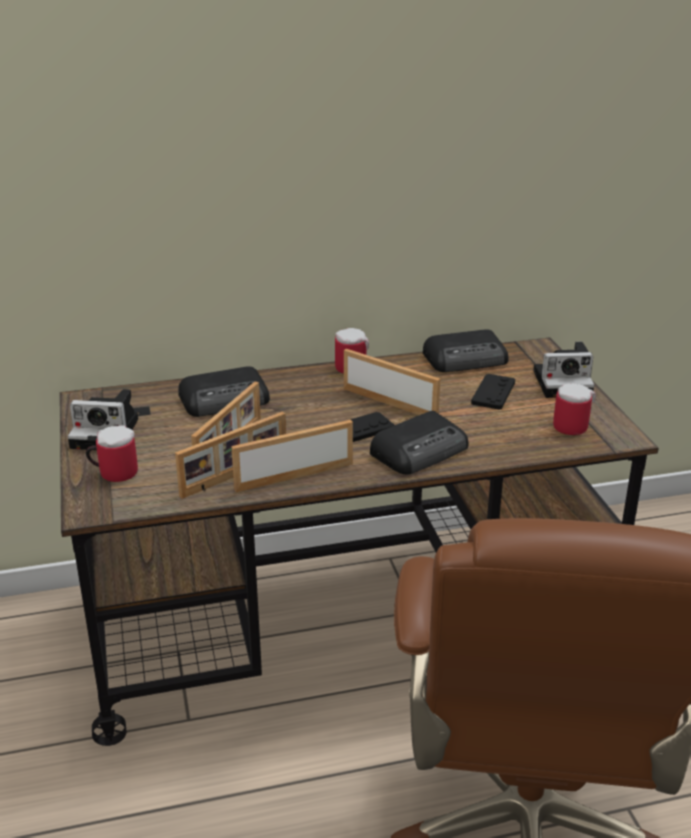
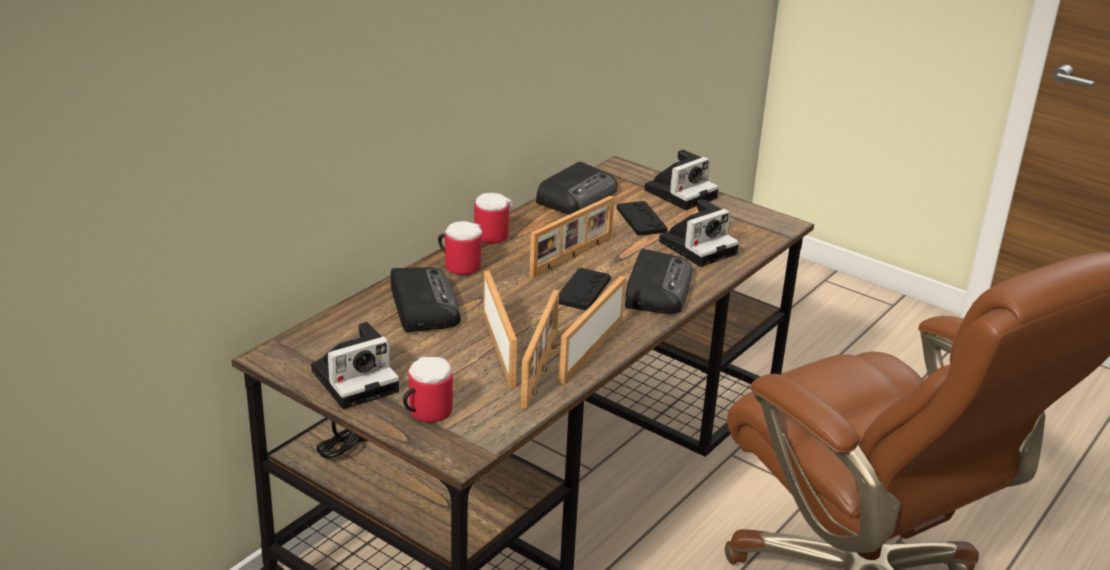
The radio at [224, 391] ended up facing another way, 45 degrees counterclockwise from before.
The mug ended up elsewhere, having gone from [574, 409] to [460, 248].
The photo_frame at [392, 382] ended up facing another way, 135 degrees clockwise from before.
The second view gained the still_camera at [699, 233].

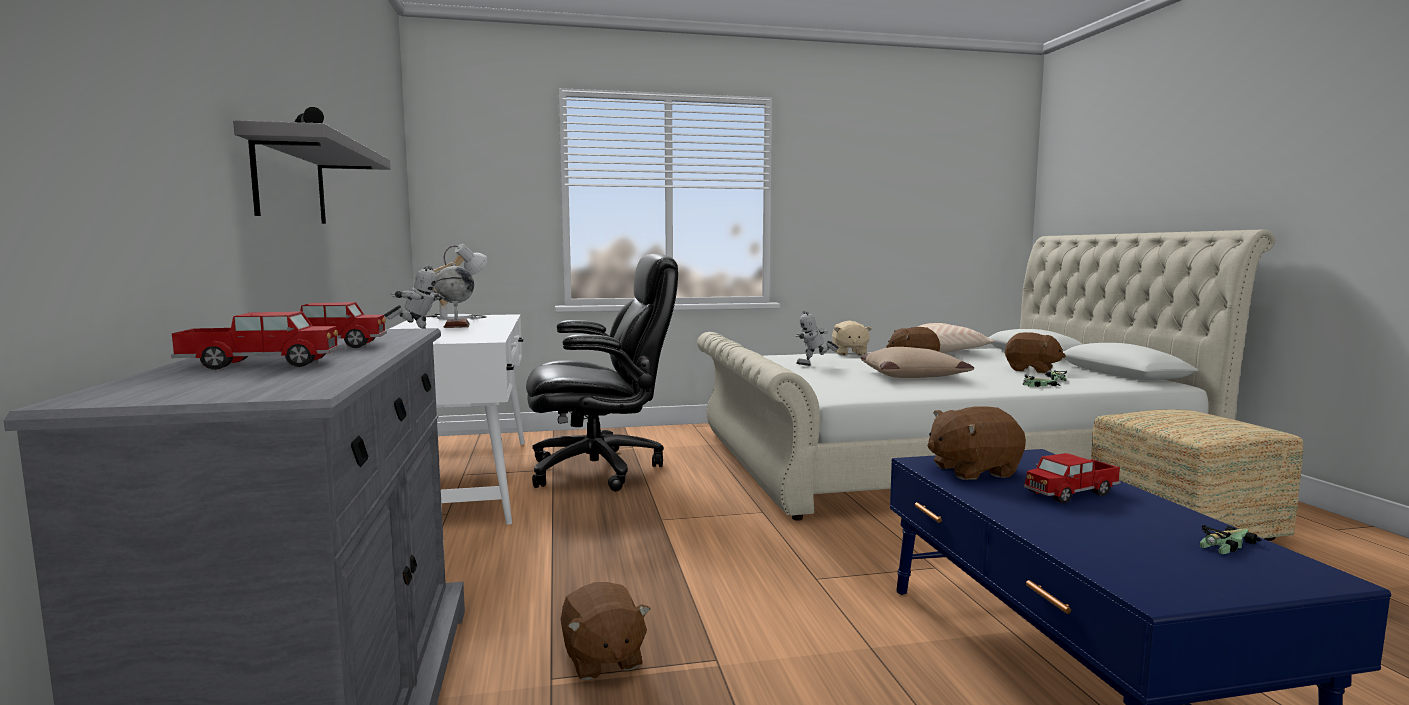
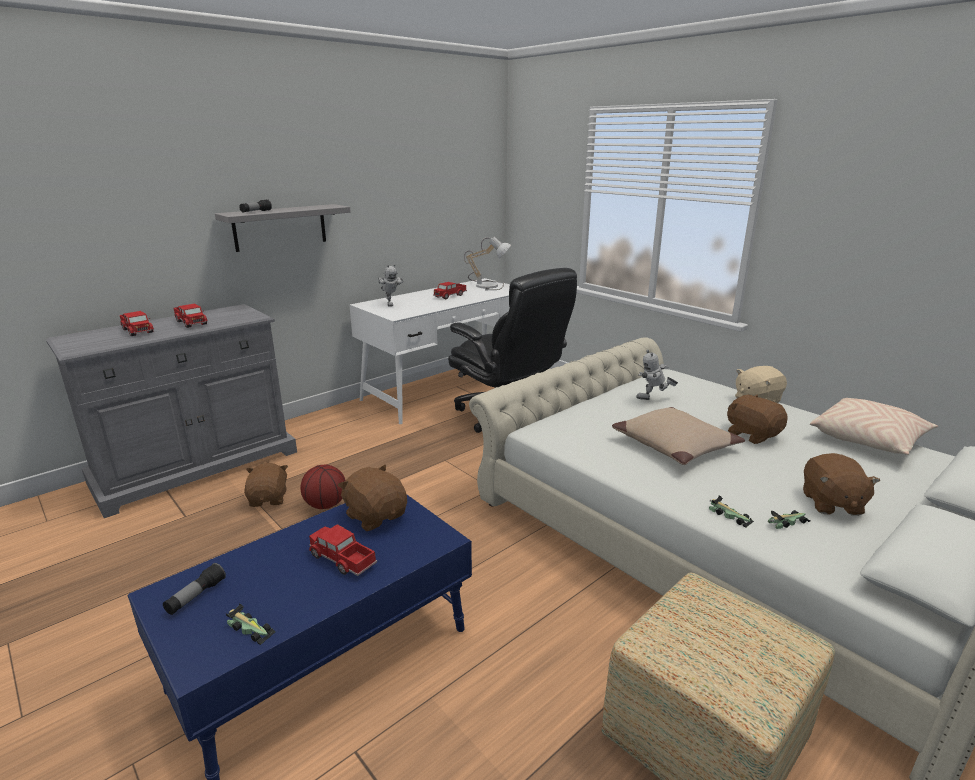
The second view gained the hand_torch at [194, 589].
The brown-coloured_cuddly_toy at [605, 631] ended up facing another way, 135 degrees clockwise from before.
The second view gained the basketball_ball at [323, 487].
Where the globe stood at [454, 295], the toy_truck came to stand at [450, 290].
The toy_robot at [817, 338] ended up facing another way, 60 degrees counterclockwise from before.

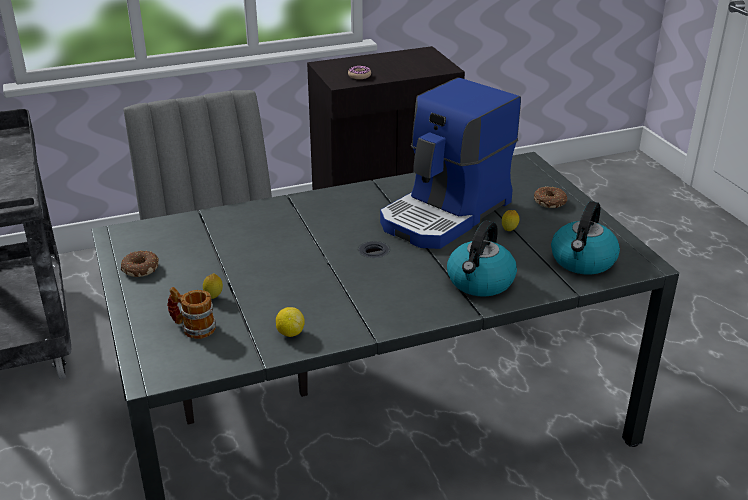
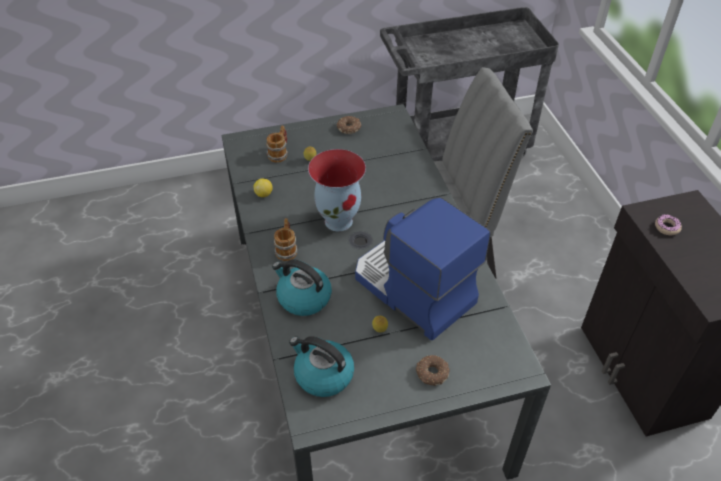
The second view gained the mug at [286, 239].
The second view gained the flower_vase at [337, 190].

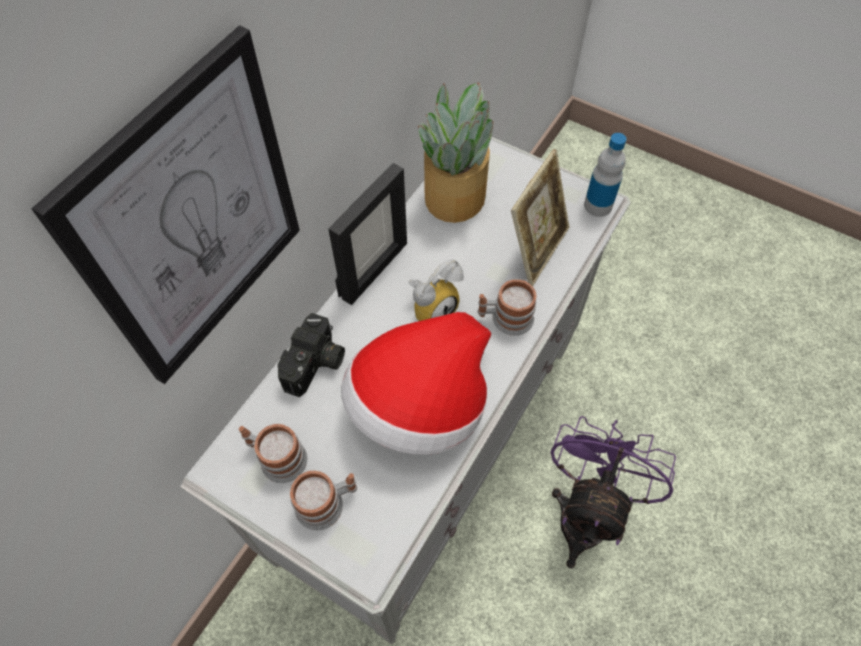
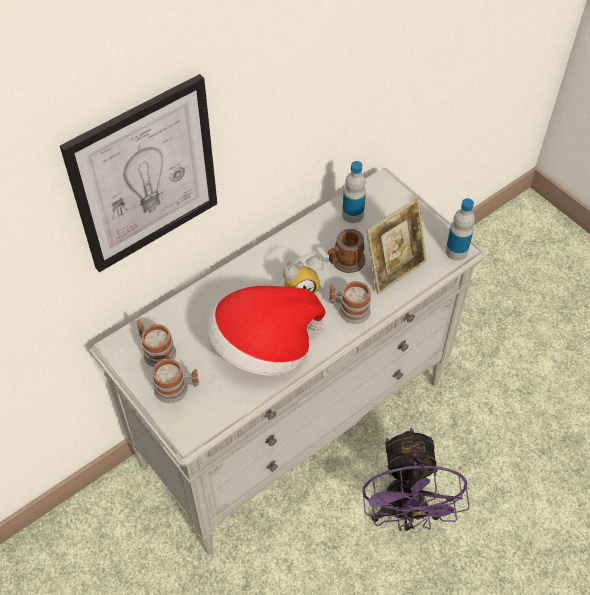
The second view gained the mug at [346, 251].
Where the plant_in_a_pot stood at [455, 152], the bottle came to stand at [354, 192].
The purple-coloured_electric_fan at [613, 492] ended up facing another way, 135 degrees clockwise from before.
The second view lost the still_camera at [311, 355].
The second view lost the photo_frame at [367, 234].

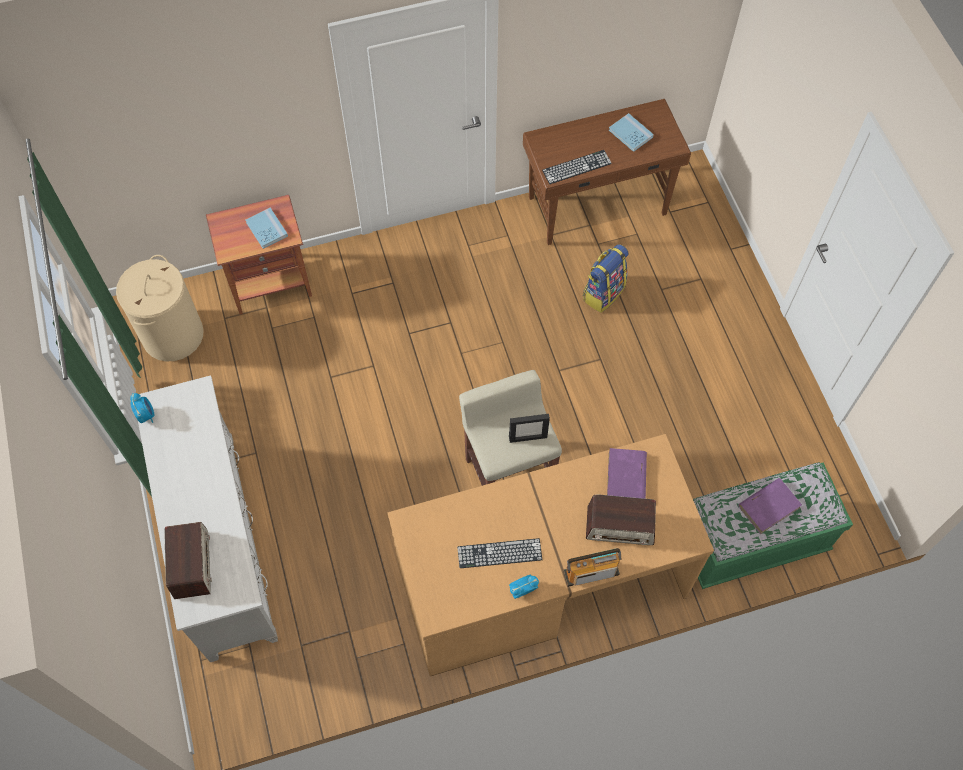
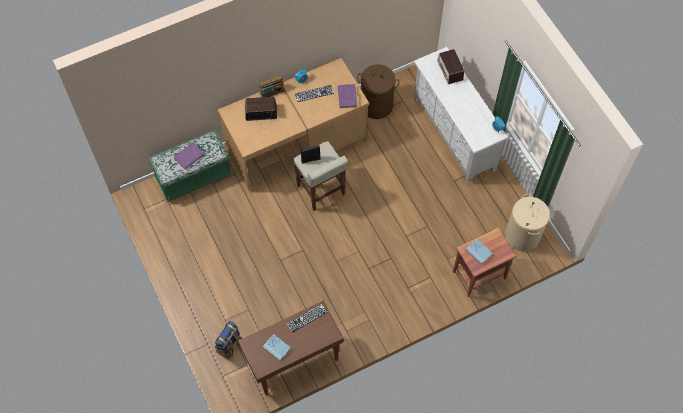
The backpack ended up elsewhere, having gone from [605, 278] to [228, 340].
The purple-coloured_bound_book ended up elsewhere, having gone from [627, 473] to [347, 96].
The second view gained the brown-coloured_laundry_basket at [378, 91].

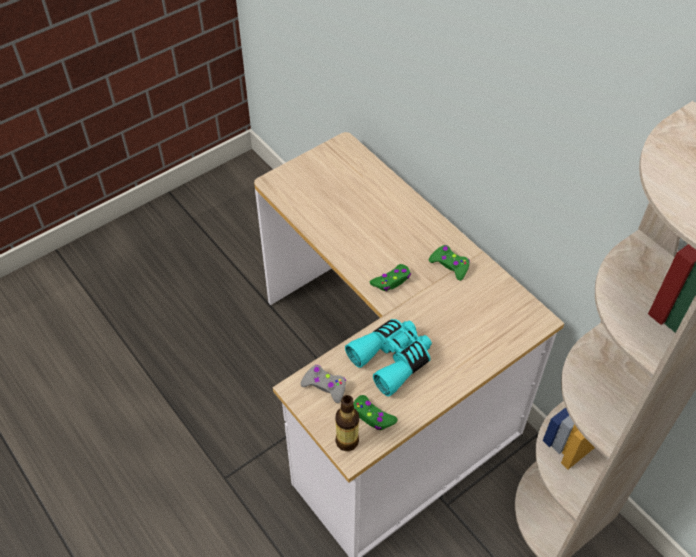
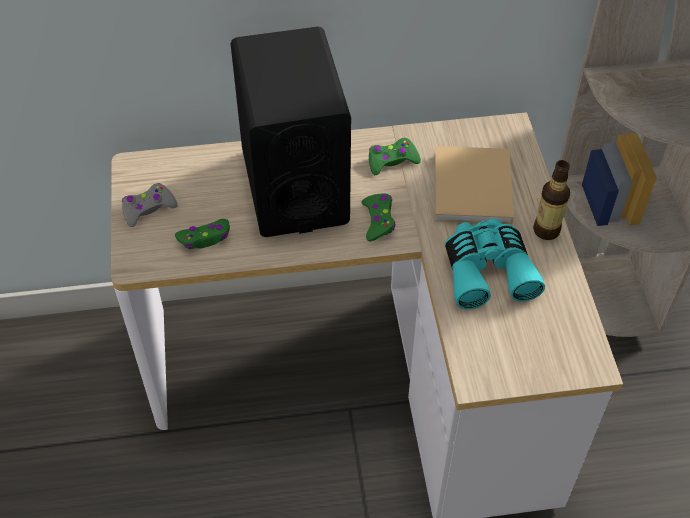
The gray_joypad ended up elsewhere, having gone from [323, 384] to [150, 205].
The greenish_joypad ended up elsewhere, having gone from [375, 412] to [202, 234].
The second view gained the black-coloured_audio_speaker at [290, 132].
The second view gained the beige_bound_book at [474, 185].
The bottle ended up elsewhere, having gone from [347, 423] to [551, 200].

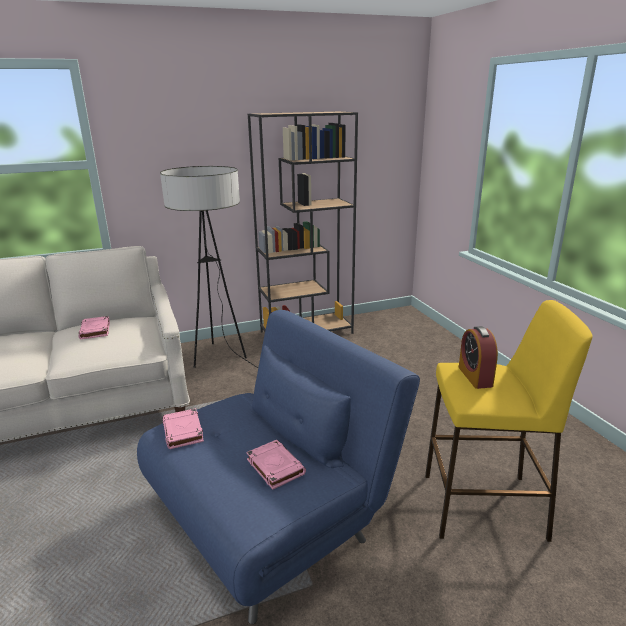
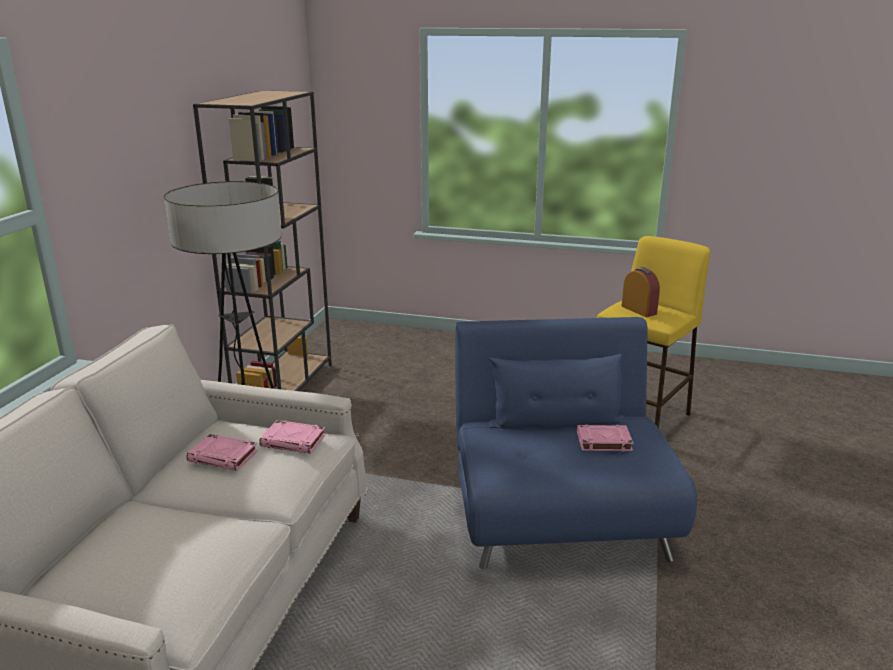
The pink_bound_book ended up elsewhere, having gone from [183, 428] to [292, 437].
The alarm_clock at [478, 357] ended up facing another way, 150 degrees counterclockwise from before.

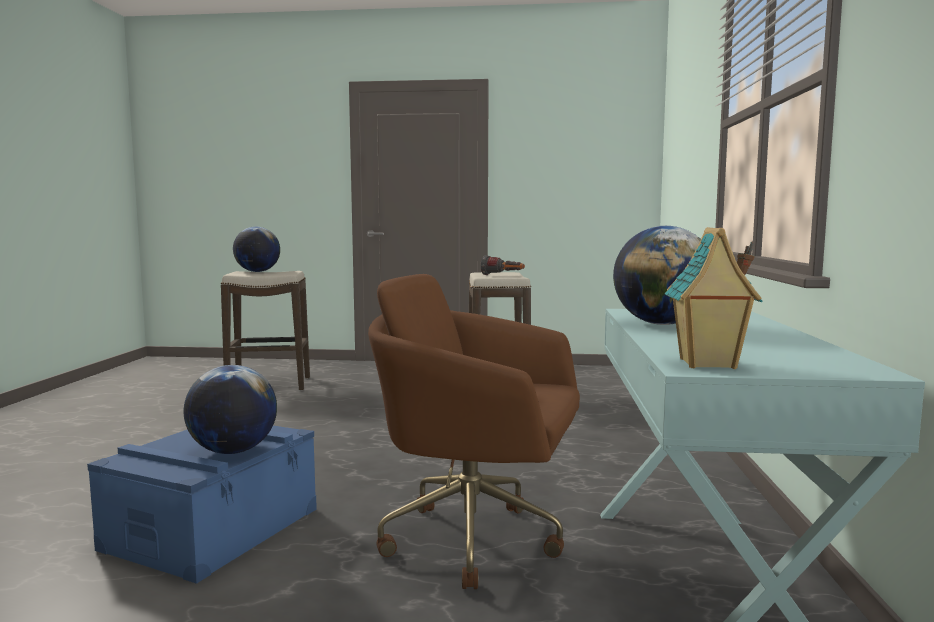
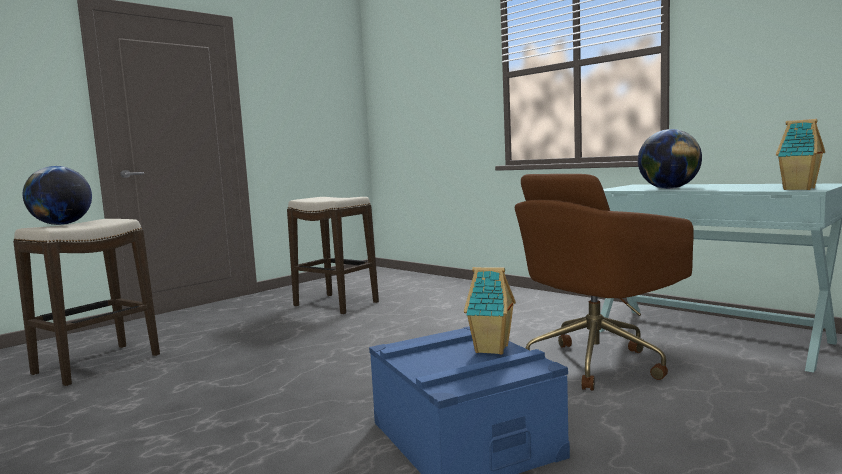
Where the globe stood at [230, 409], the miniature_house came to stand at [490, 311].
The second view lost the hand_torch at [503, 265].

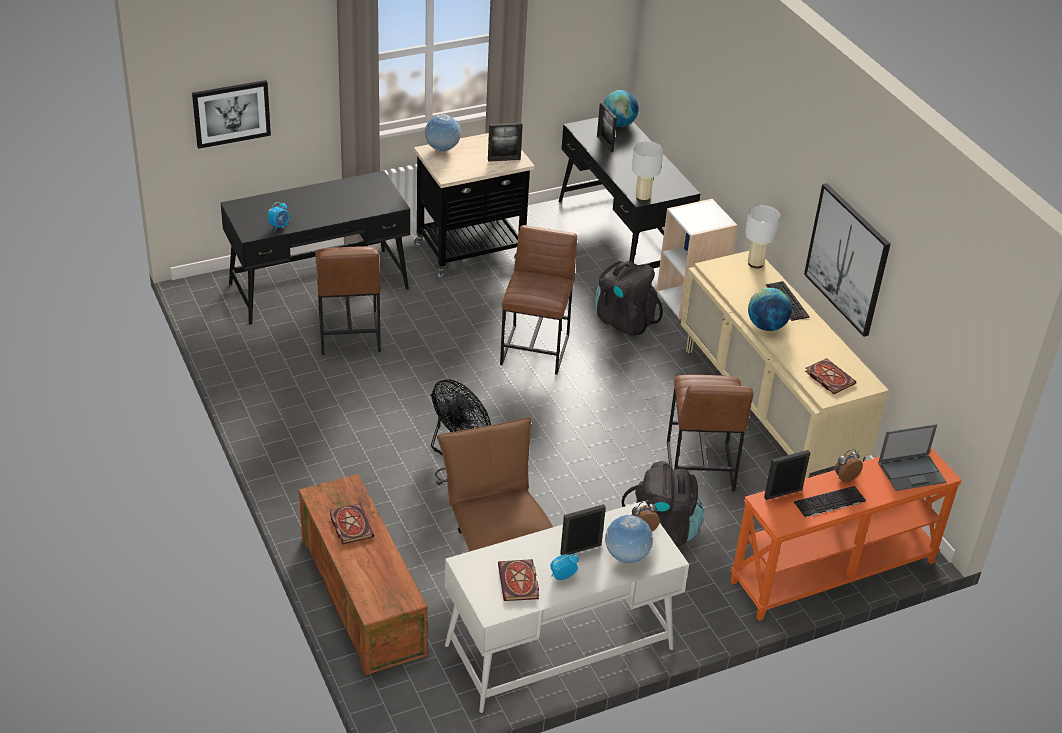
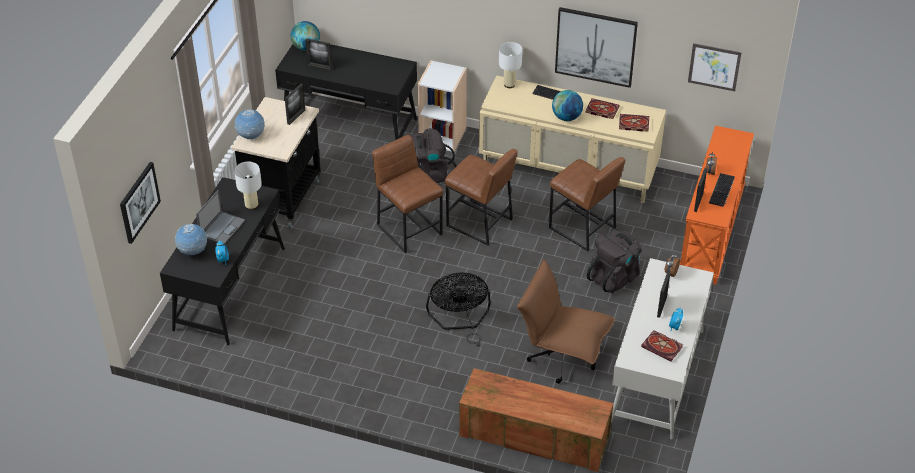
The globe ended up elsewhere, having gone from [629, 539] to [191, 239].
The laptop ended up elsewhere, having gone from [912, 457] to [220, 217].
The whitish_tabletop_lamp ended up elsewhere, having gone from [648, 171] to [248, 186].
The brown-coloured_plain_chair ended up elsewhere, having gone from [348, 301] to [481, 197].
The bound_book ended up elsewhere, having gone from [352, 524] to [602, 108].
The second view gained the wall_art at [715, 67].

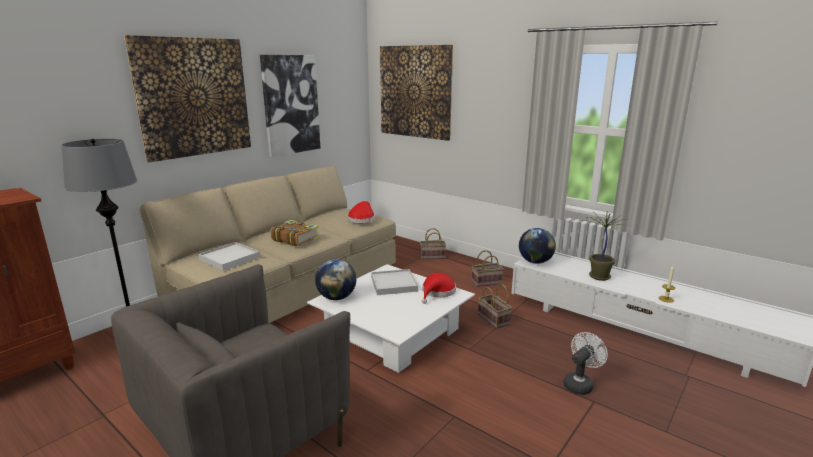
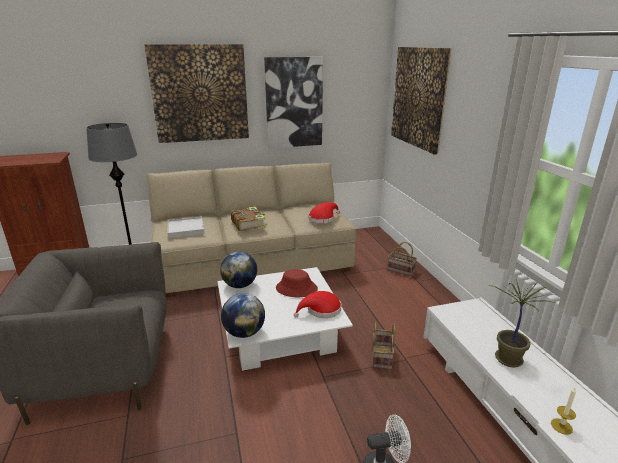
The globe ended up elsewhere, having gone from [537, 246] to [243, 315].
Where the whitish_tray stood at [394, 282], the reddish_wearable_hat came to stand at [297, 283].
The second view lost the storage_basket at [488, 268].

